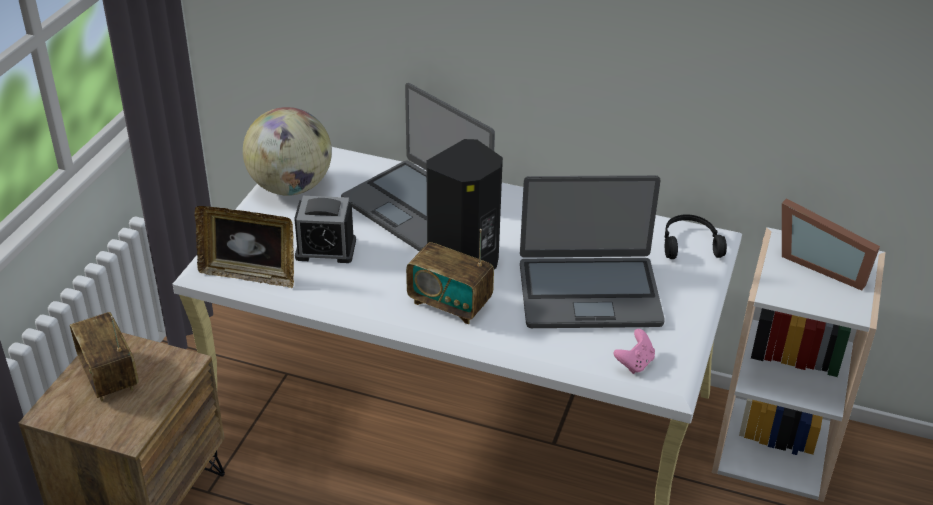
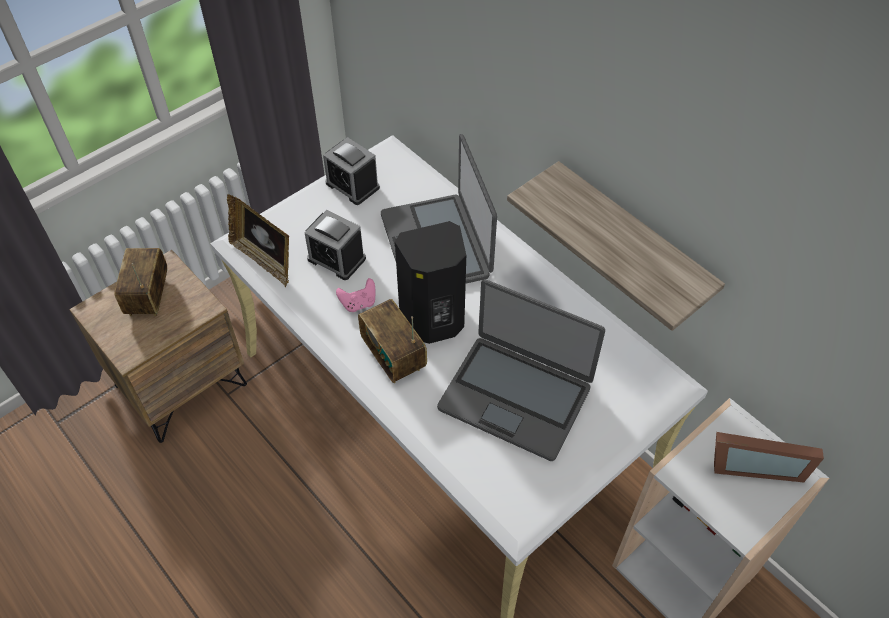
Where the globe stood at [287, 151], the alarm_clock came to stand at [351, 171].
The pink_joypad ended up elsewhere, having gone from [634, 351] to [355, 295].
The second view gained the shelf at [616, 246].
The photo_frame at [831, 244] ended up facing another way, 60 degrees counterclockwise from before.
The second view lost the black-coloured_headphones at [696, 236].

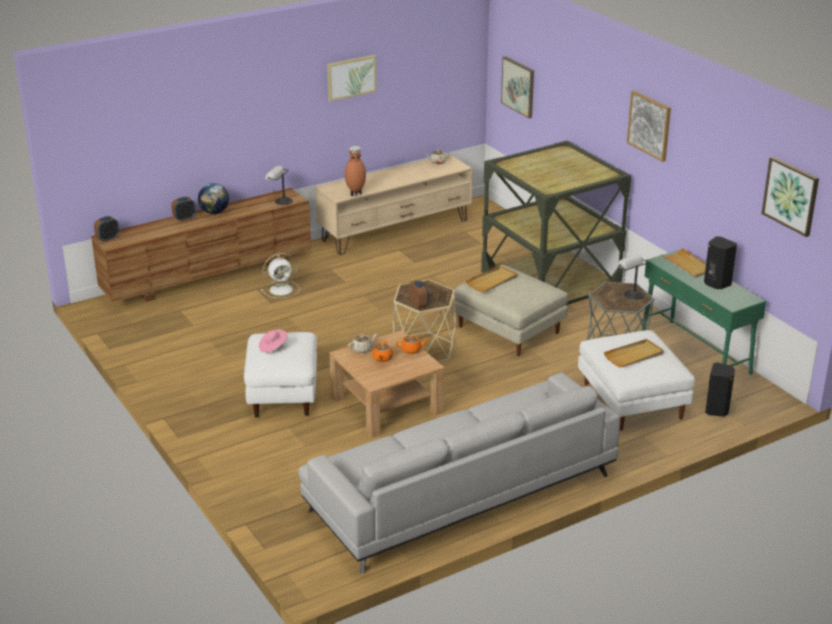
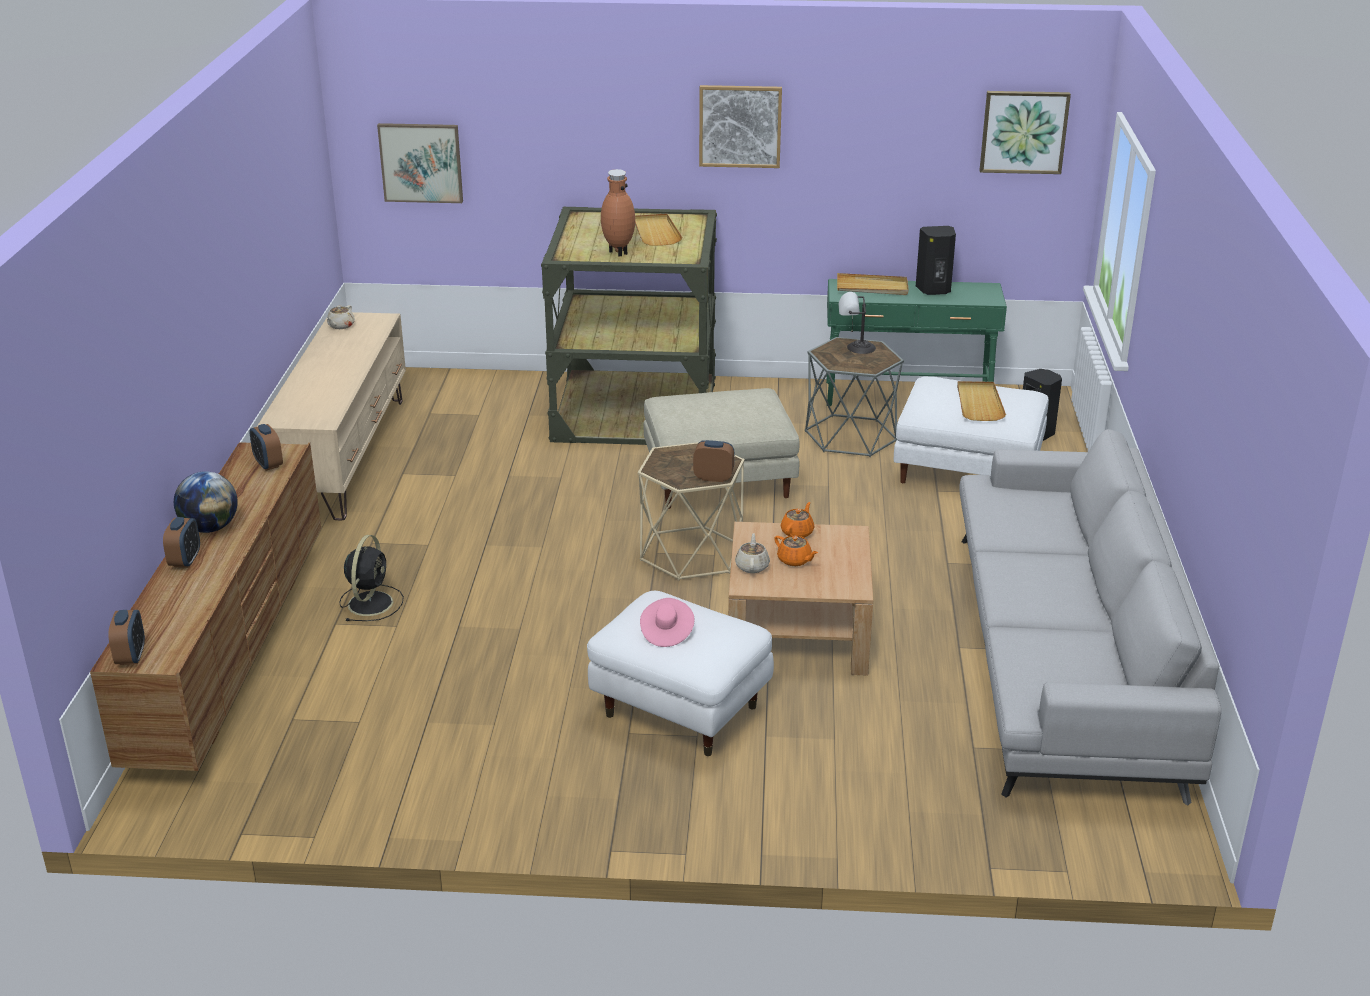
Where the tabletop_lamp stood at [279, 185], the alarm_clock came to stand at [266, 447].
What was the whitish_electric_fan at [280, 275] turned into the black-coloured_electric_fan at [371, 578].
The brown-coloured_flower_vase ended up elsewhere, having gone from [355, 171] to [618, 212].
The beige_tray ended up elsewhere, having gone from [492, 279] to [658, 230].
The second view lost the wall_art at [351, 78].

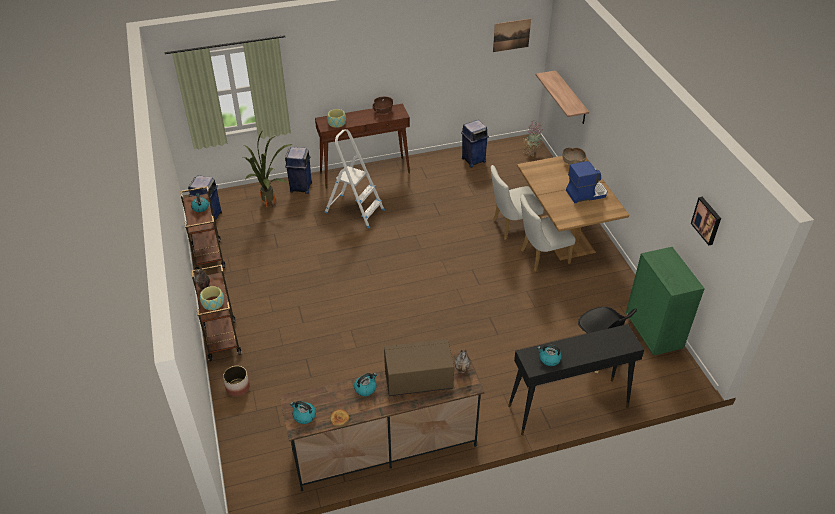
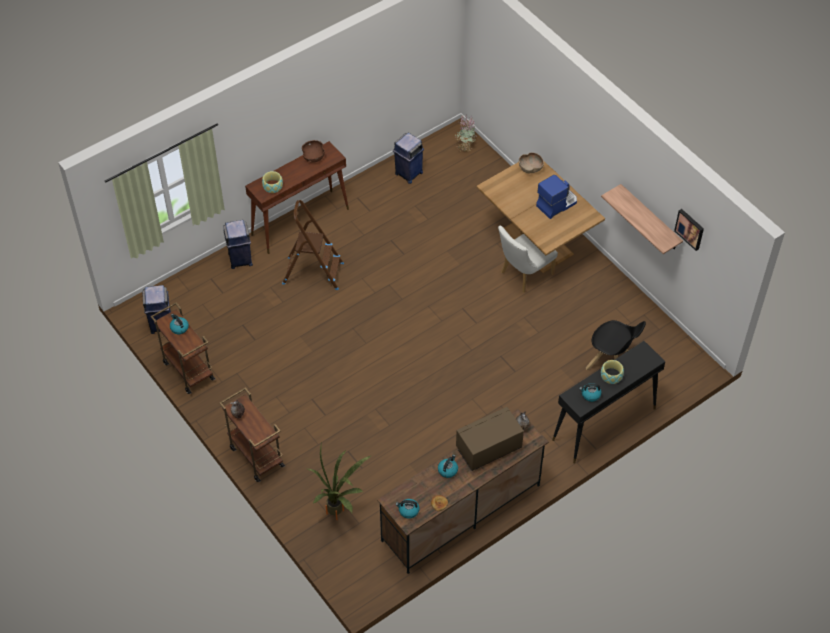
What was the whitish_step_stool at [354, 178] turned into the brown-coloured_step_stool at [313, 245].
The plant_in_a_pot ended up elsewhere, having gone from [268, 168] to [339, 481].
The shelf ended up elsewhere, having gone from [562, 97] to [642, 219].
The deep_dish ended up elsewhere, having gone from [212, 298] to [612, 372].
The second view lost the plant_pot at [236, 381].
The second view lost the whitish_plain_chair at [517, 202].
The second view lost the wall_art at [512, 35].
The second view lost the greenish_storage_cabinet at [665, 301].

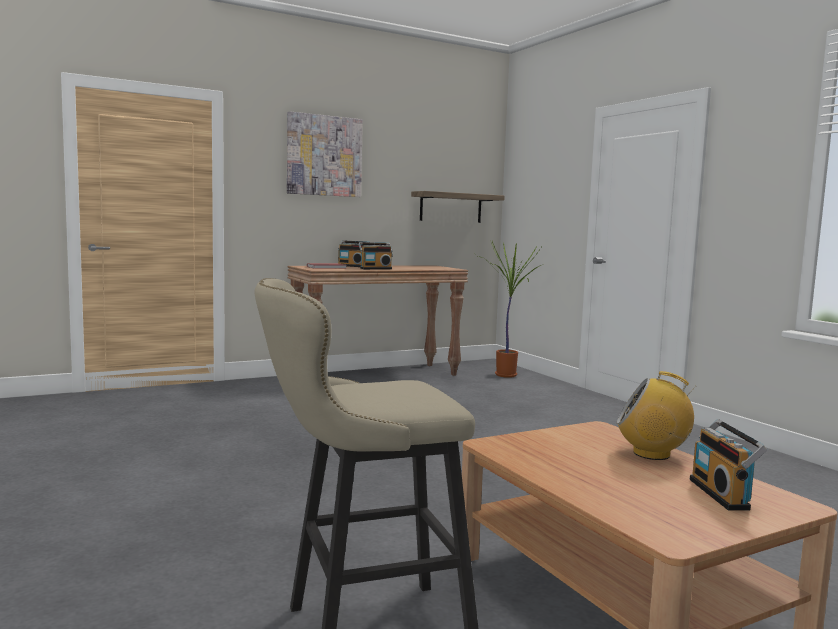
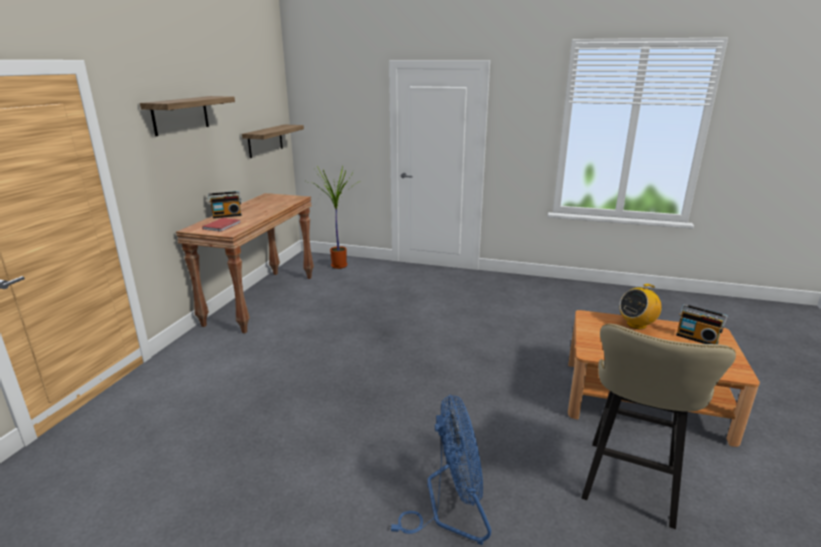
Where the wall_art hung at [325, 154], the shelf came to hang at [187, 116].
The second view gained the blue_electric_fan at [440, 470].
The second view lost the radio at [375, 255].

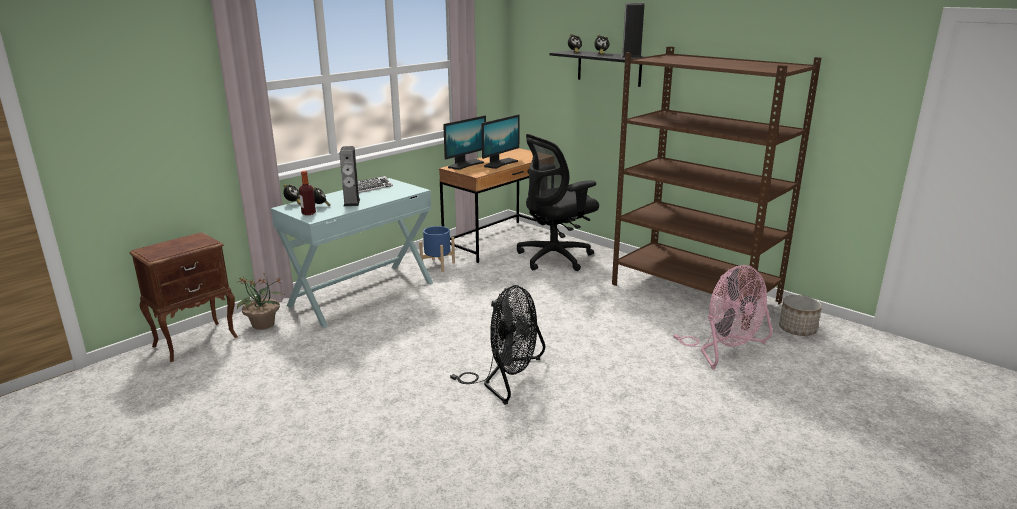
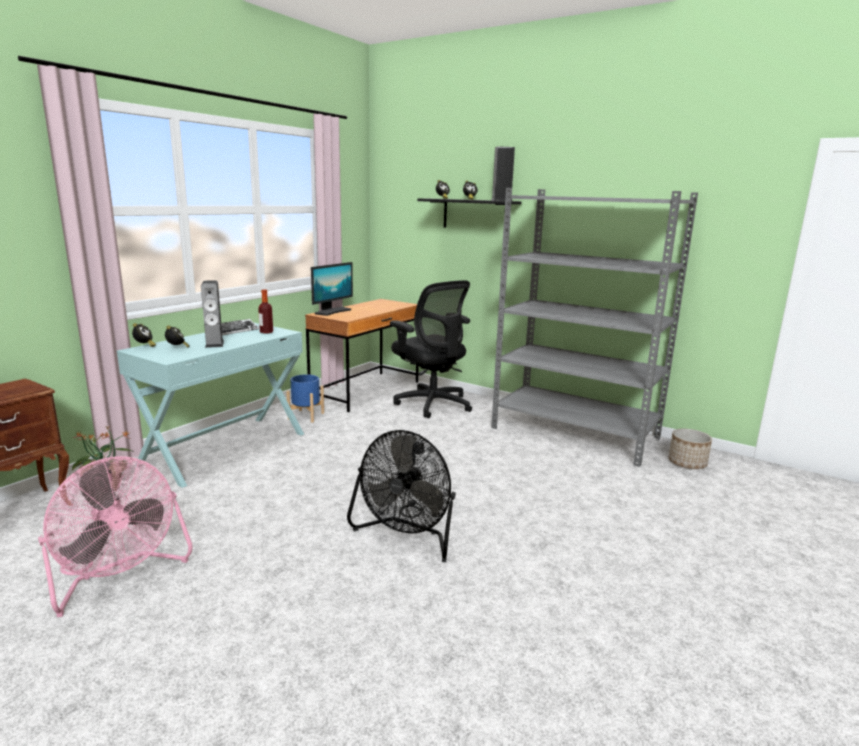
The pink_electric_fan ended up elsewhere, having gone from [723, 317] to [115, 536].
The bottle ended up elsewhere, having gone from [307, 193] to [265, 311].
The black-coloured_electric_fan at [497, 345] ended up facing another way, 105 degrees clockwise from before.
The black-coloured_computer_chair at [558, 202] ended up facing another way, 90 degrees counterclockwise from before.
What was the brown-coloured_bookshelf at [716, 188] turned into the gray_bookshelf at [594, 327].
The second view lost the computer_display at [500, 141].

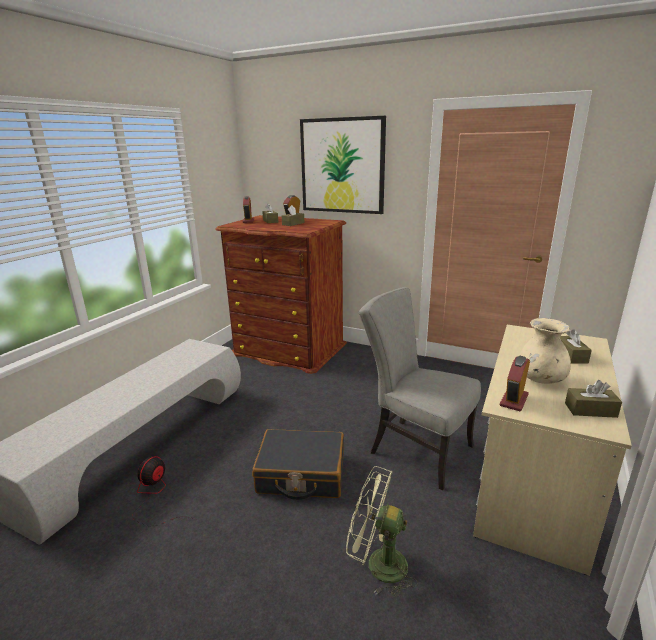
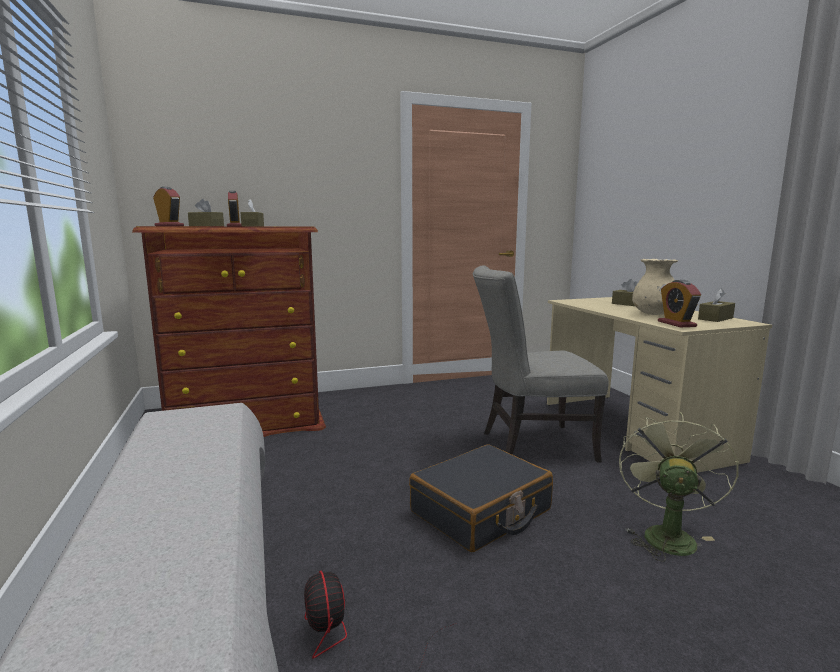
The greenish_electric_fan at [382, 531] ended up facing another way, 135 degrees clockwise from before.
The second view lost the wall_art at [343, 165].

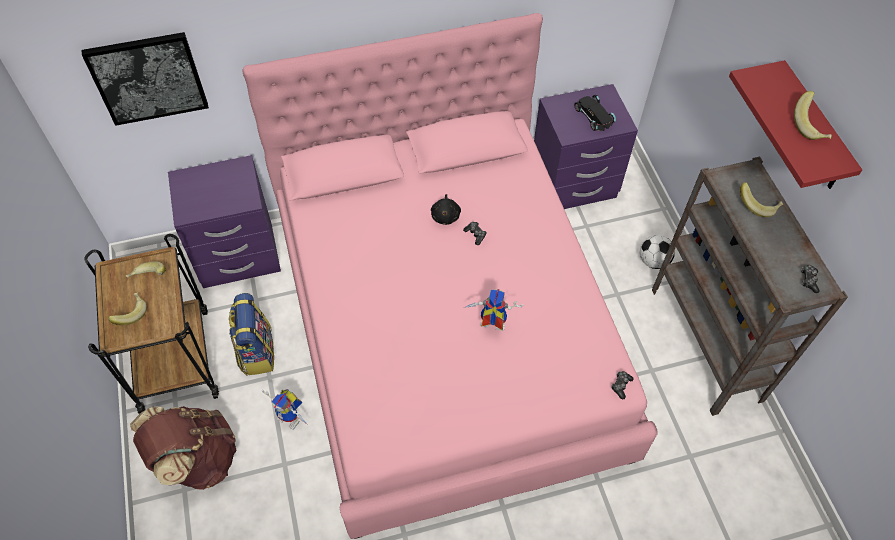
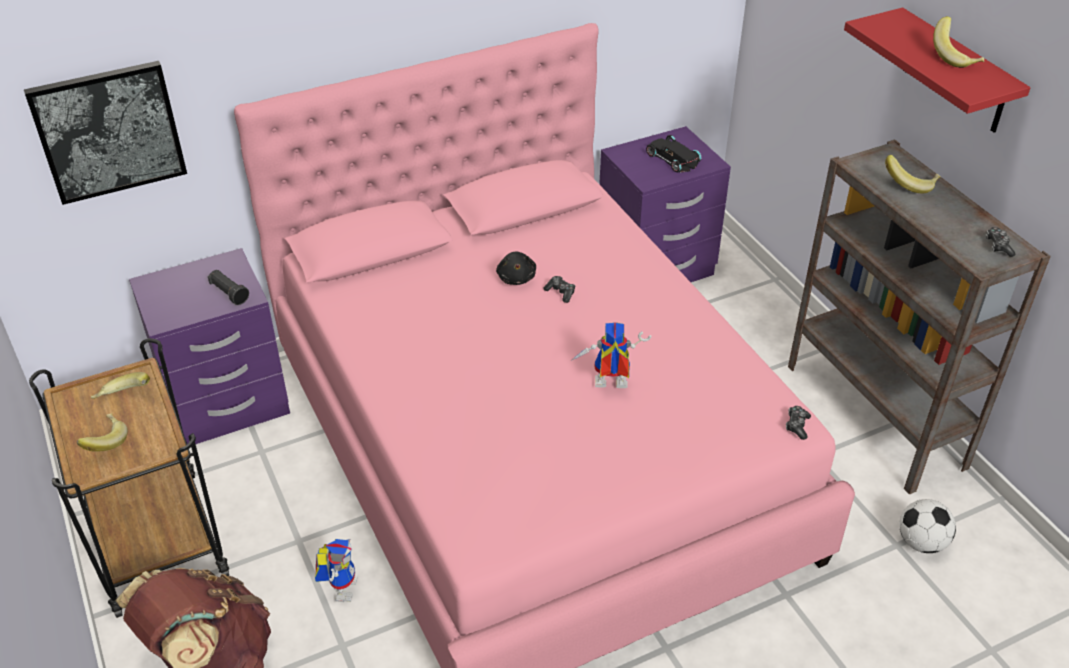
The second view gained the black-coloured_hand_torch at [228, 287].
The toy_robot at [285, 409] ended up facing another way, 105 degrees counterclockwise from before.
The football_ball ended up elsewhere, having gone from [657, 252] to [927, 526].
The second view lost the backpack at [251, 334].

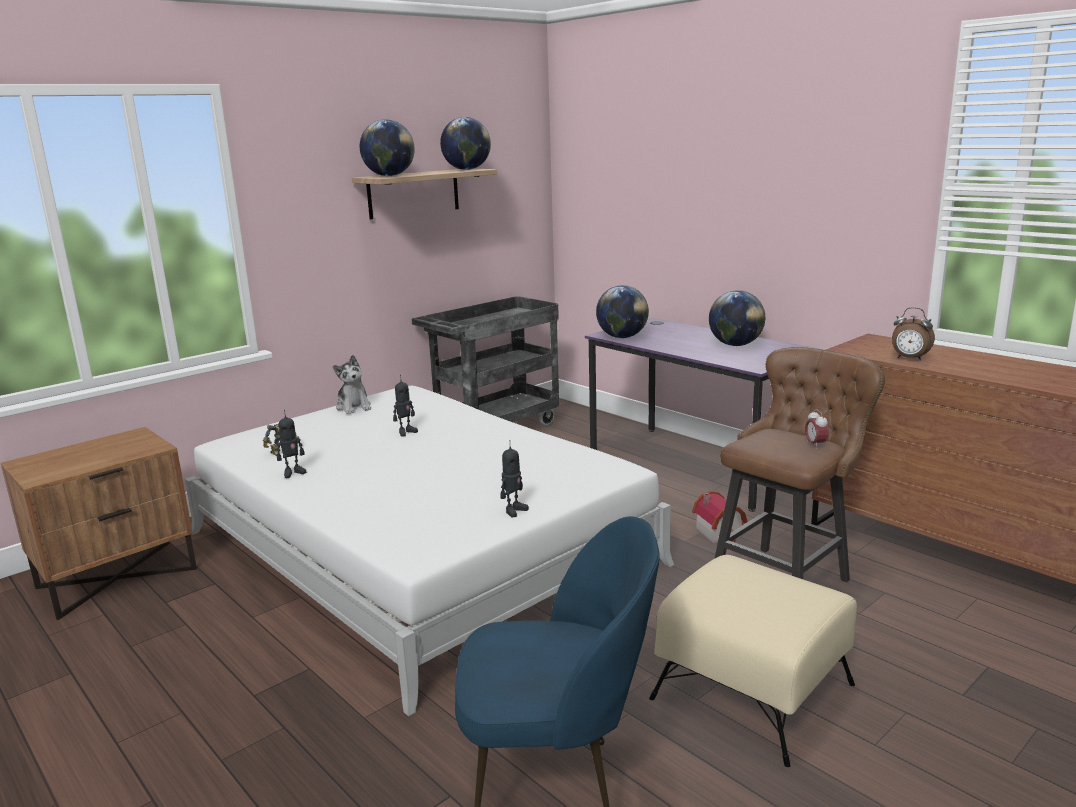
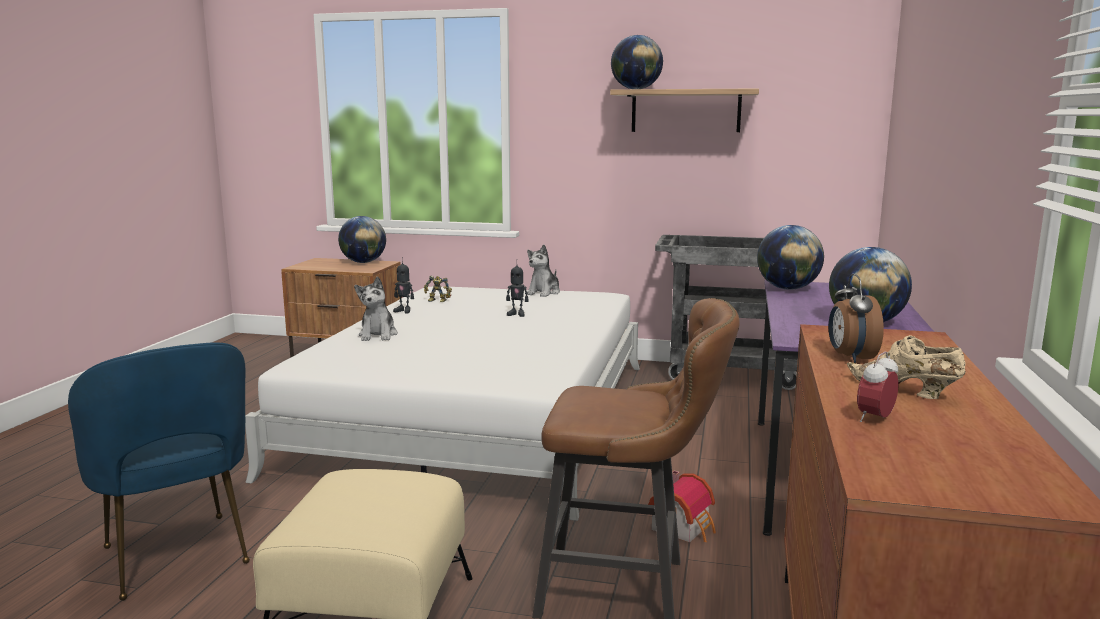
The globe ended up elsewhere, having gone from [465, 143] to [362, 239].
The second view gained the cuddly_toy at [376, 309].
The second view gained the beige_low_shoe at [906, 367].
The alarm_clock ended up elsewhere, having gone from [817, 429] to [878, 387].
The second view lost the toy_robot at [514, 478].

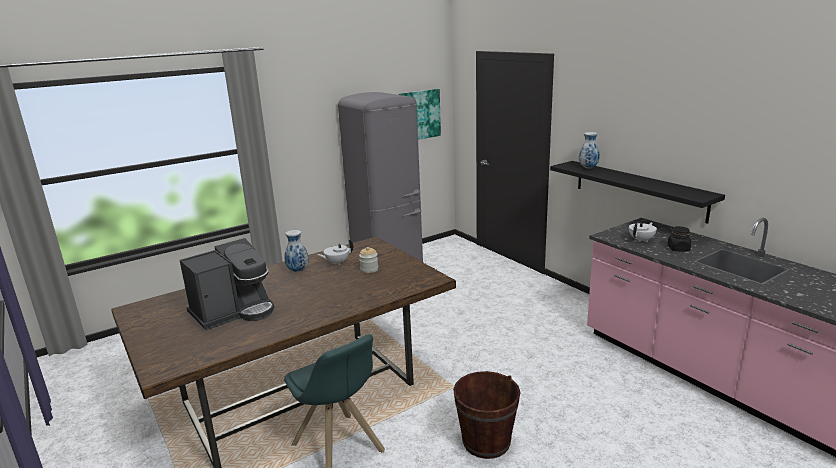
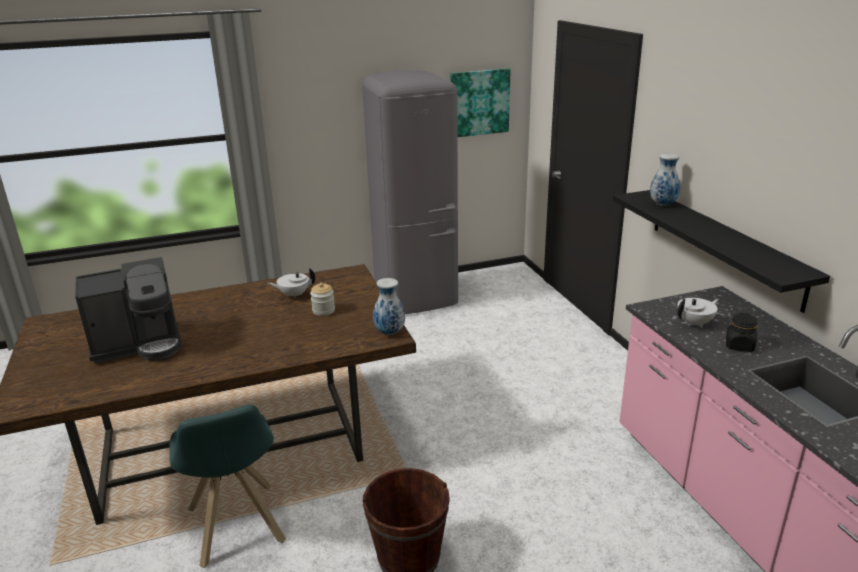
The flower_vase ended up elsewhere, having gone from [296, 251] to [389, 306].

